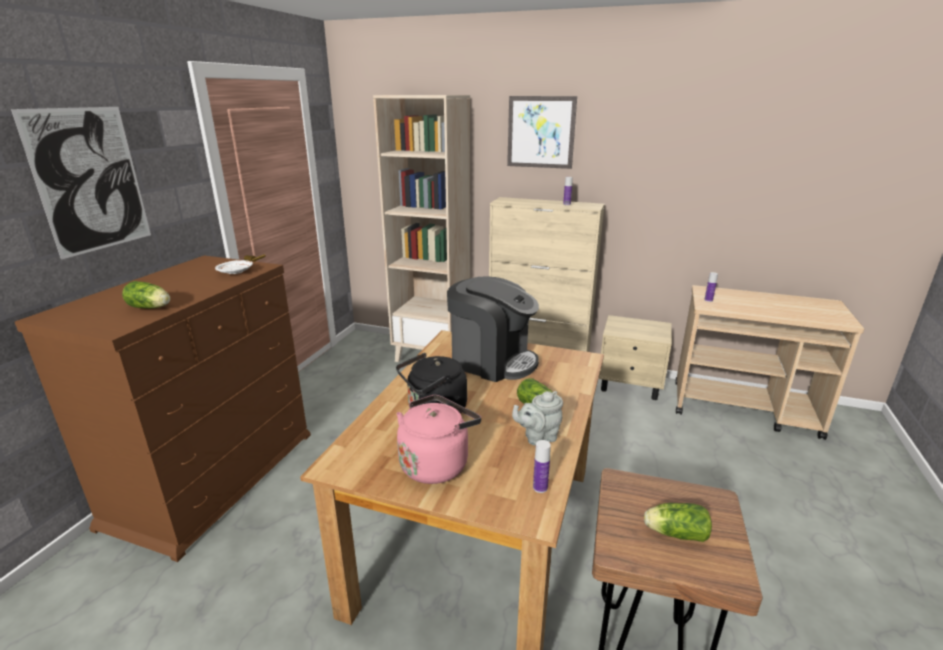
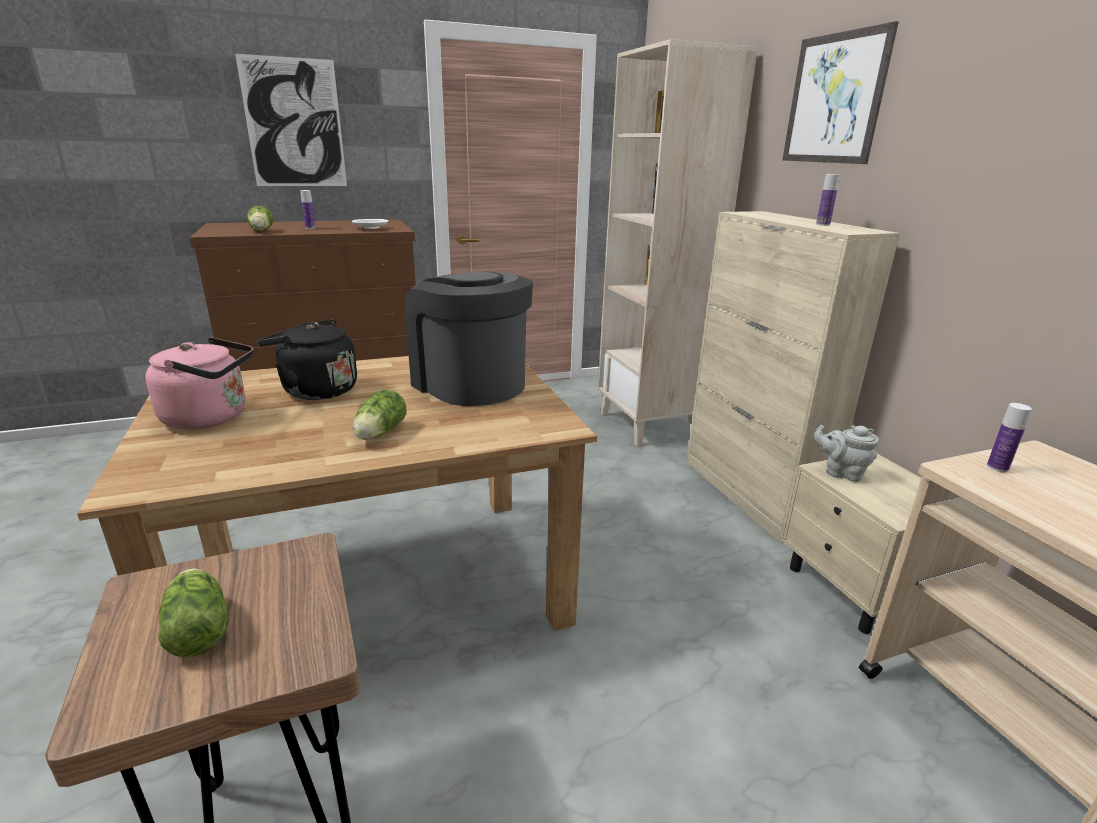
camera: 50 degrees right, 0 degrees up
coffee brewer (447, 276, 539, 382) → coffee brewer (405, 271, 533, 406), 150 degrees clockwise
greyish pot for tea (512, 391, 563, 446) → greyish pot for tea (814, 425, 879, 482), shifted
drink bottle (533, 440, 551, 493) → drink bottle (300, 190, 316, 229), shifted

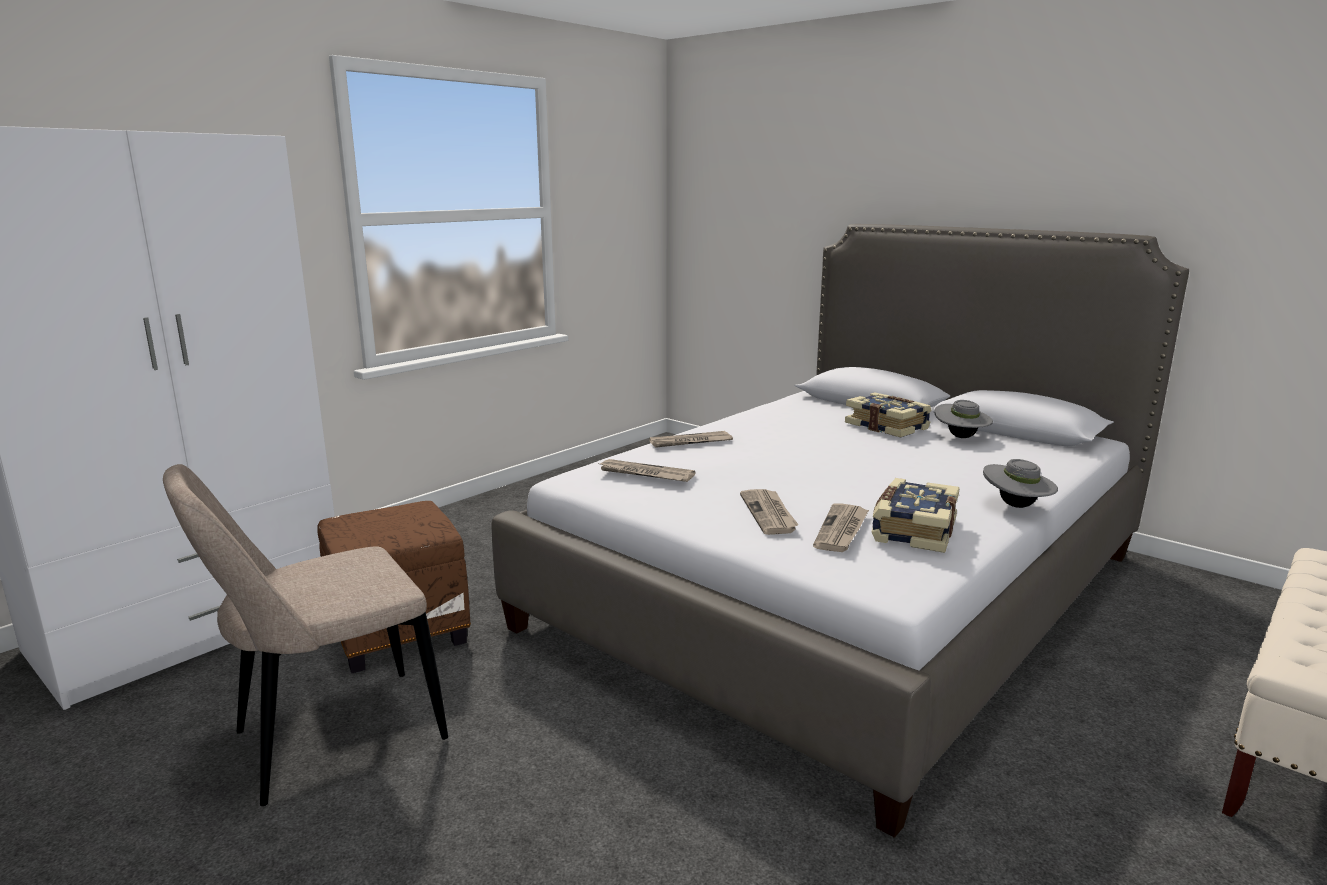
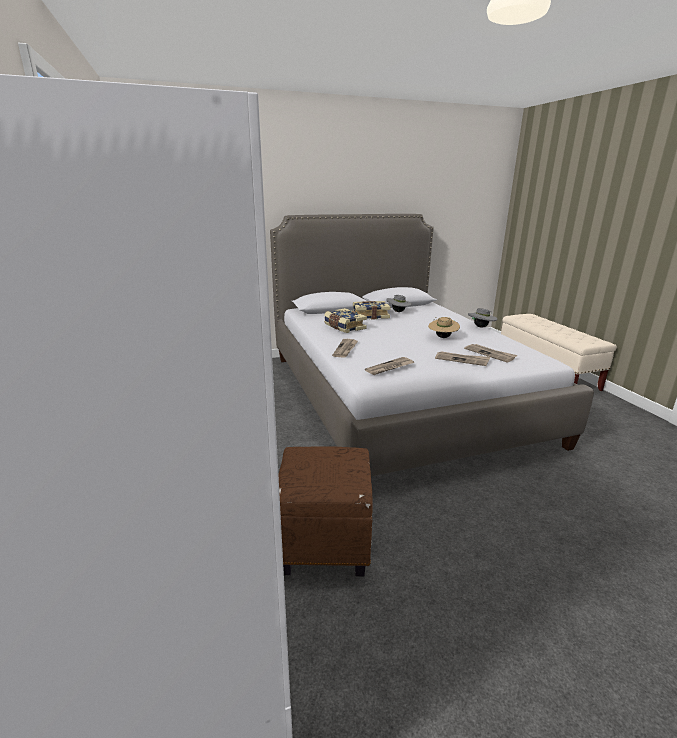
camera: 60 degrees left, 5 degrees up
sand-coloured upright chair (163, 464, 448, 806) → -
volume (871, 478, 960, 553) → volume (324, 308, 367, 333), shifted
- → sand-coloured clothing hat (428, 317, 460, 338)

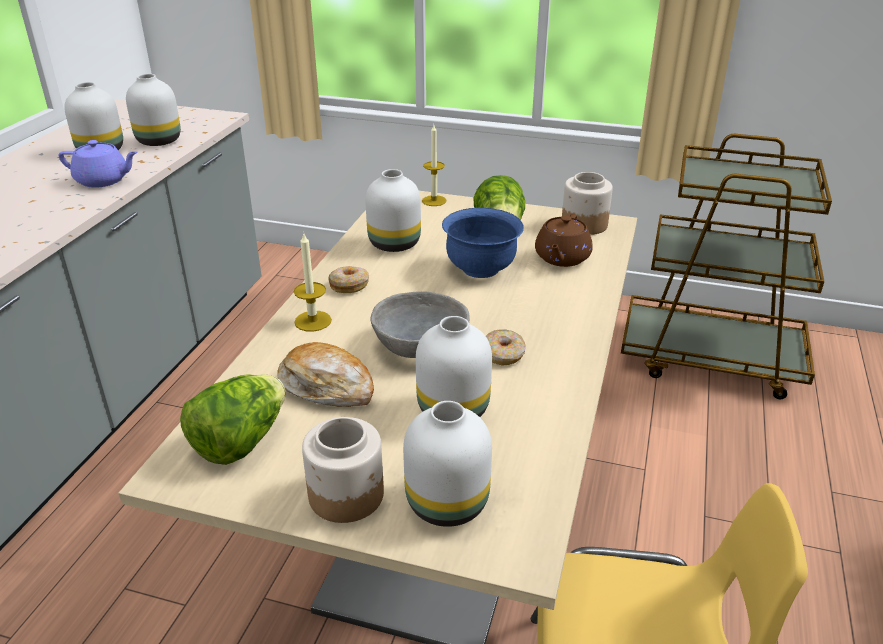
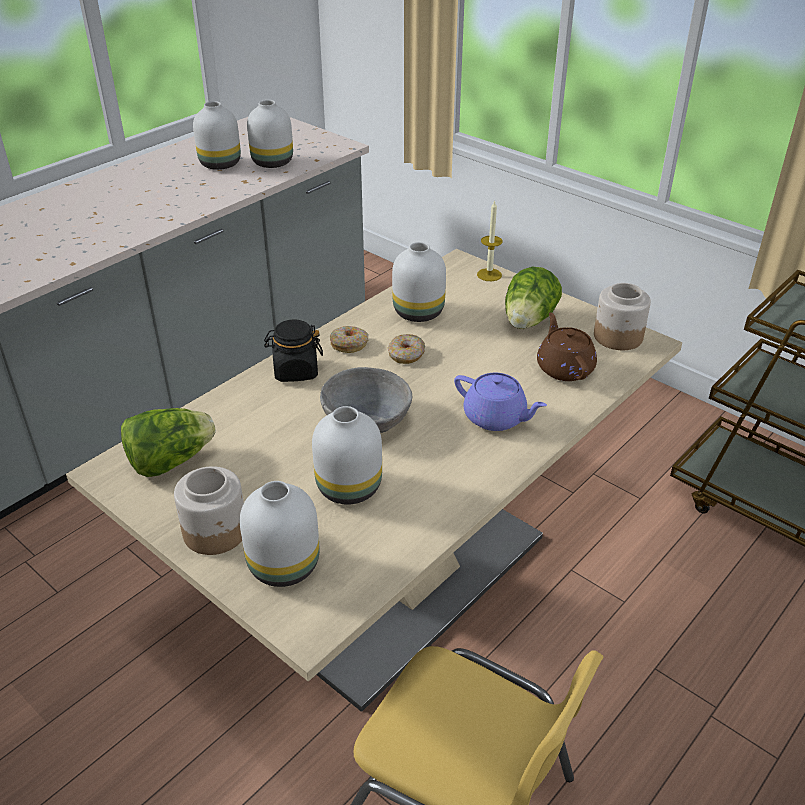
camera: 25 degrees right, 5 degrees up
purple pot for tea (58, 140, 138, 188) → purple pot for tea (454, 373, 547, 431), shifted
blue serving bowl (442, 208, 524, 278) → -
brown pot for tea (535, 214, 593, 267) → brown pot for tea (537, 312, 597, 381), 120 degrees clockwise
wax candle (294, 234, 332, 332) → black-coloured preserve jar (264, 319, 323, 382)
donut (486, 330, 526, 366) → donut (388, 334, 425, 364), shifted
bread (278, 342, 374, 407) → -

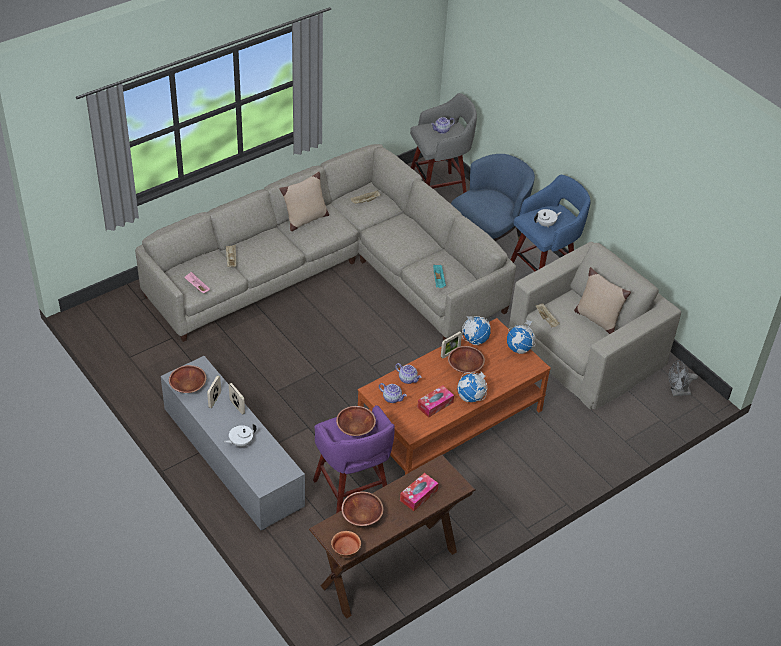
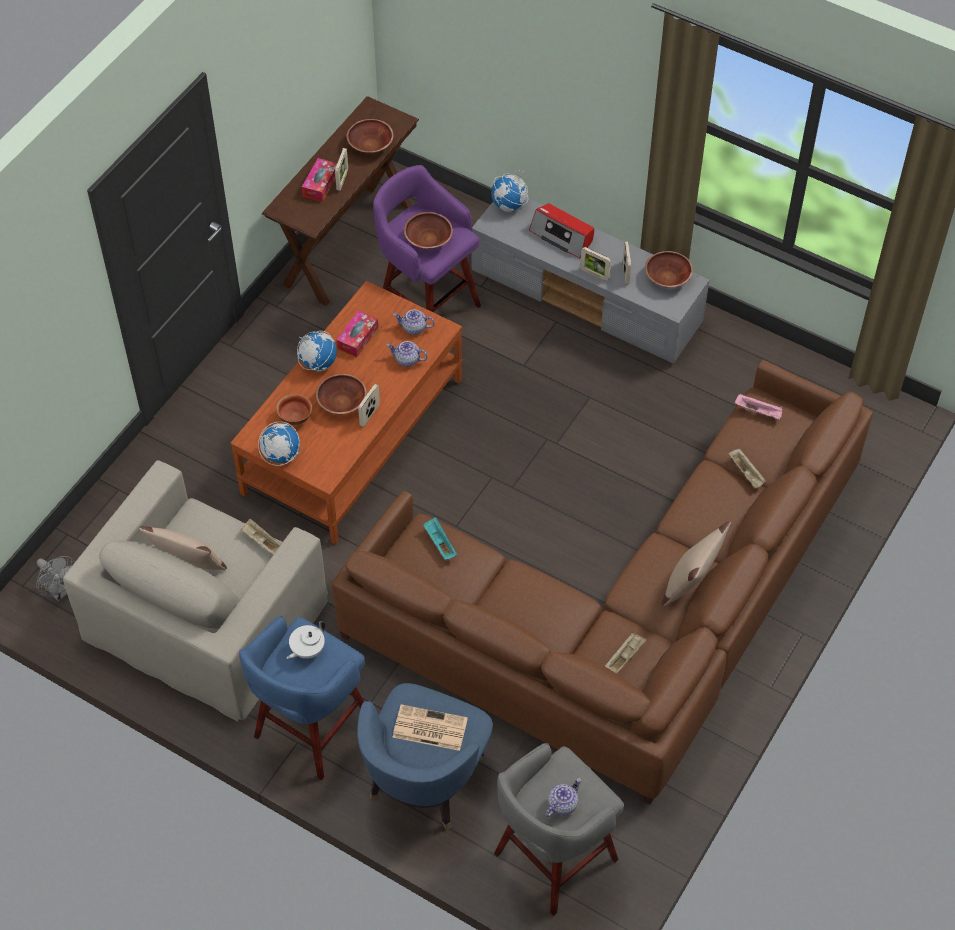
camera: 160 degrees right, 10 degrees up
greyish couch (135, 144, 516, 342) → brown couch (332, 360, 873, 805)
globe (462, 316, 491, 345) → globe (491, 169, 528, 212), shifted
greyish fan (669, 360, 698, 396) → greyish fan (36, 556, 75, 602), 75 degrees clockwise
whitish pot for tea (224, 424, 256, 447) → radio (529, 203, 594, 258)
serving bowl (331, 531, 361, 558) → serving bowl (276, 394, 312, 425), shifted
- → picture frame (335, 148, 348, 191)
- → daily paper (393, 704, 468, 751)

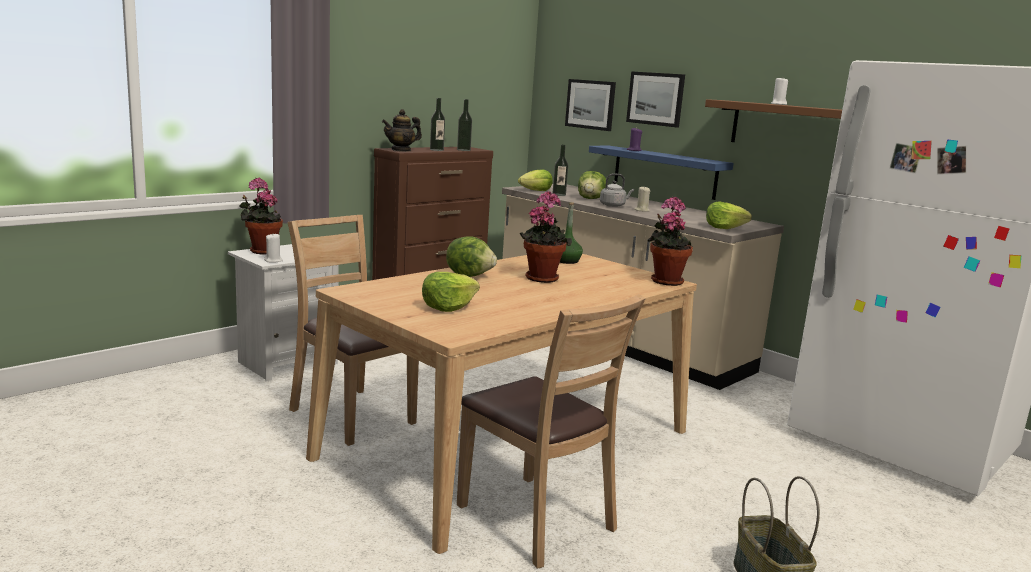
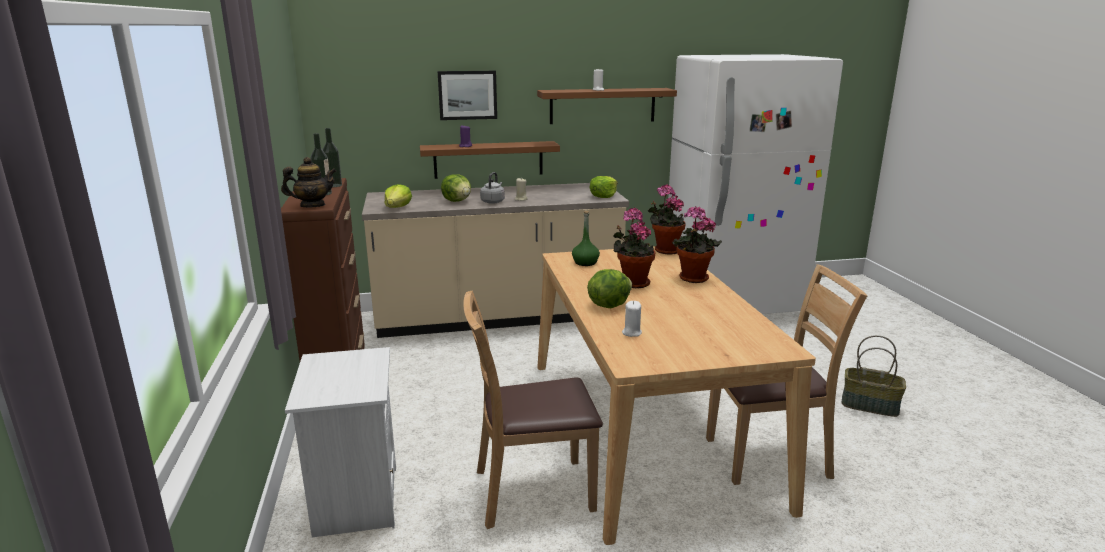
camera: 55 degrees left, 5 degrees up
wall art (565, 79, 616, 131) → -
pot for tea (382, 109, 422, 152) → pot for tea (281, 157, 337, 208), 105 degrees counterclockwise
drink bottle (552, 145, 568, 196) → -
blue shelf (589, 145, 733, 200) → brown shelf (420, 141, 560, 179)
houseplant (239, 178, 283, 255) → houseplant (672, 206, 722, 283), shifted
whitish wax candle (264, 234, 283, 263) → whitish wax candle (622, 301, 642, 337), shifted
head of lettuce (422, 272, 480, 312) → -

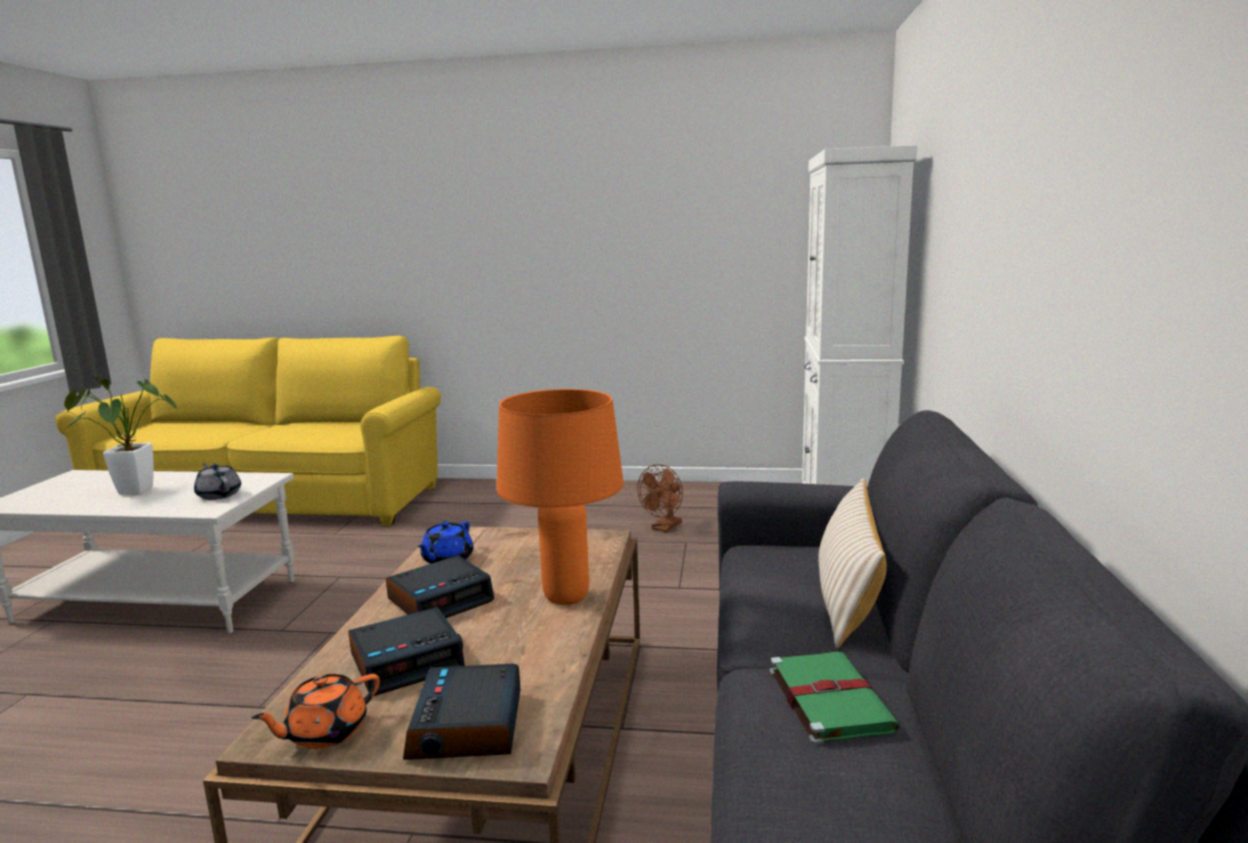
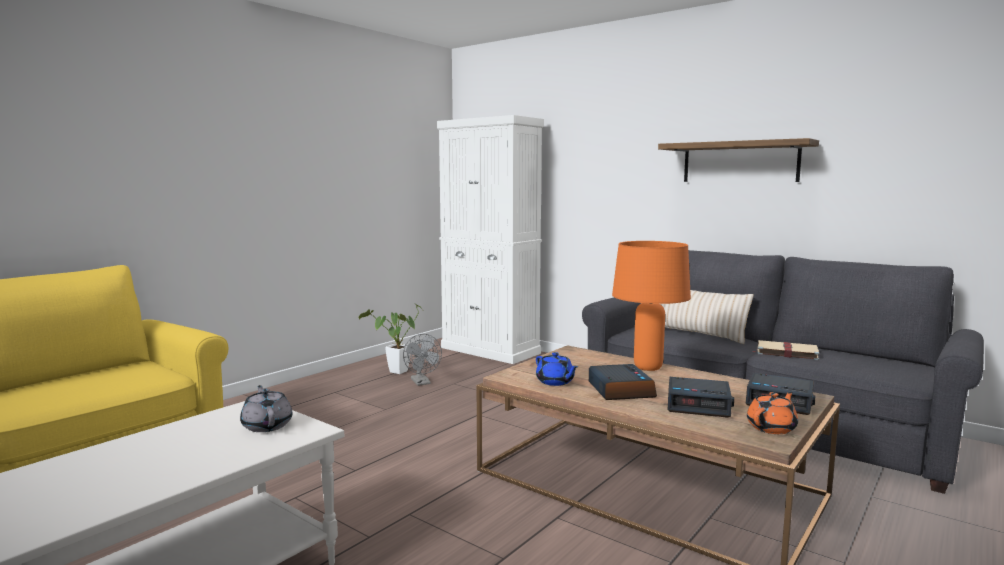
camera: 60 degrees left, 5 degrees down
houseplant (64, 376, 177, 495) → houseplant (359, 304, 423, 374), shifted
greyish pot for tea (194, 463, 241, 500) → greyish pot for tea (240, 385, 293, 432), 75 degrees clockwise
brown fan (637, 464, 683, 532) → greyish fan (403, 334, 442, 386)
alarm clock (348, 607, 465, 696) → alarm clock (668, 377, 734, 418), 105 degrees clockwise
greenish volume (770, 652, 900, 745) → sand-coloured volume (753, 340, 820, 360)
orangey pot for tea (252, 674, 380, 749) → orangey pot for tea (747, 392, 798, 434), 120 degrees counterclockwise
- → shelf (658, 138, 819, 182)

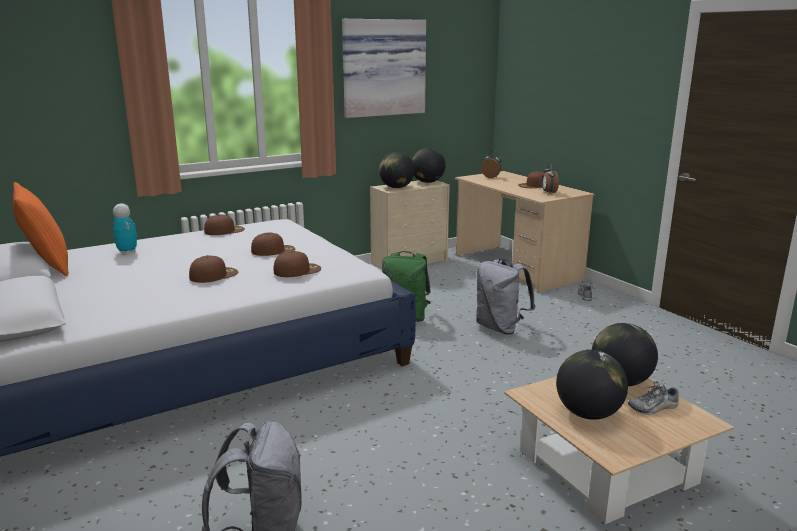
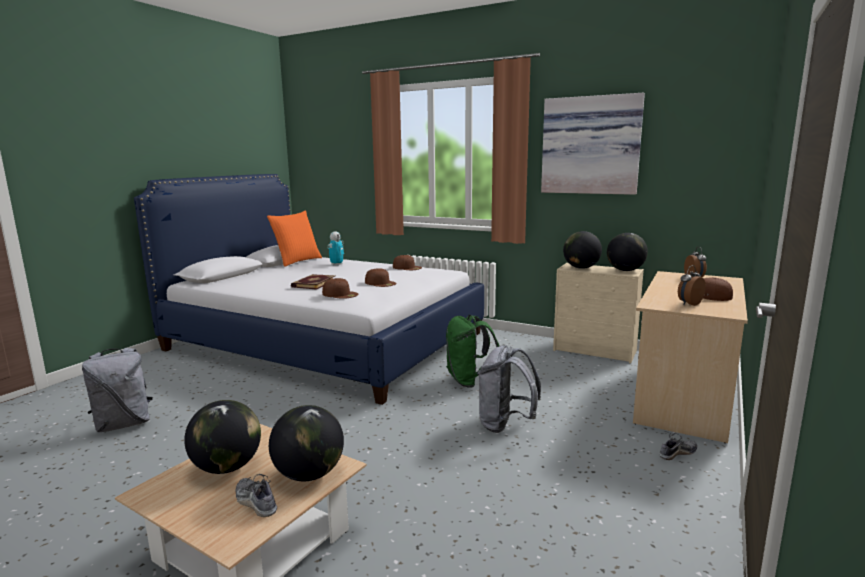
camera: 60 degrees right, 5 degrees down
brown peaked cap (189, 255, 238, 283) → volume (291, 274, 336, 290)

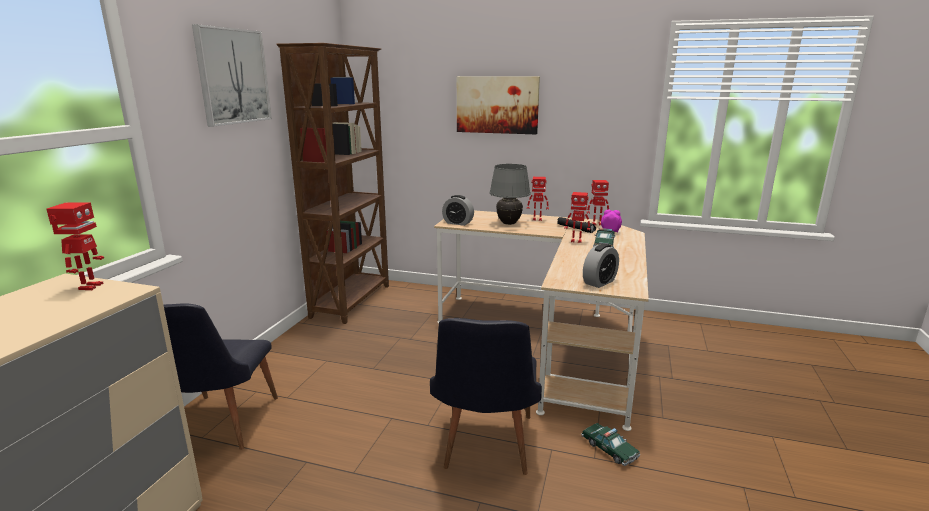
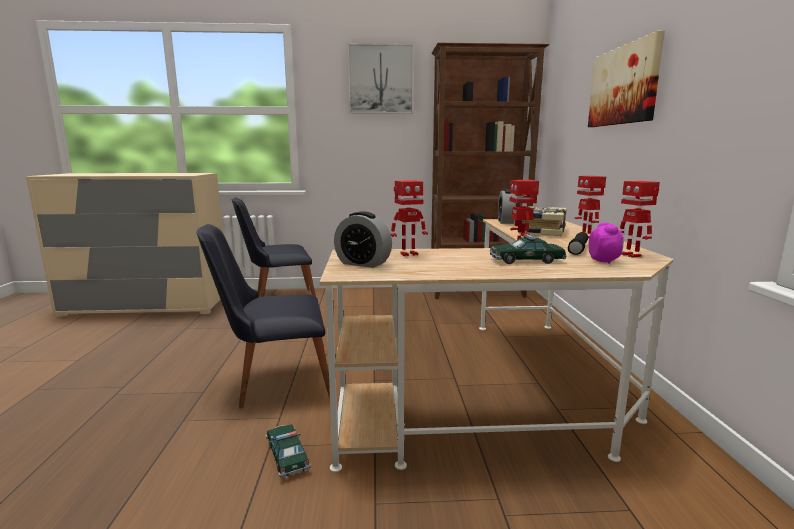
camera: 70 degrees right, 5 degrees down
greyish lamp for a table (489, 164, 531, 225) → volume (517, 206, 567, 236)
model robot (46, 203, 104, 290) → model robot (391, 180, 428, 256), shifted
miniature car (581, 423, 640, 466) → miniature car (265, 424, 311, 479), 120 degrees clockwise

